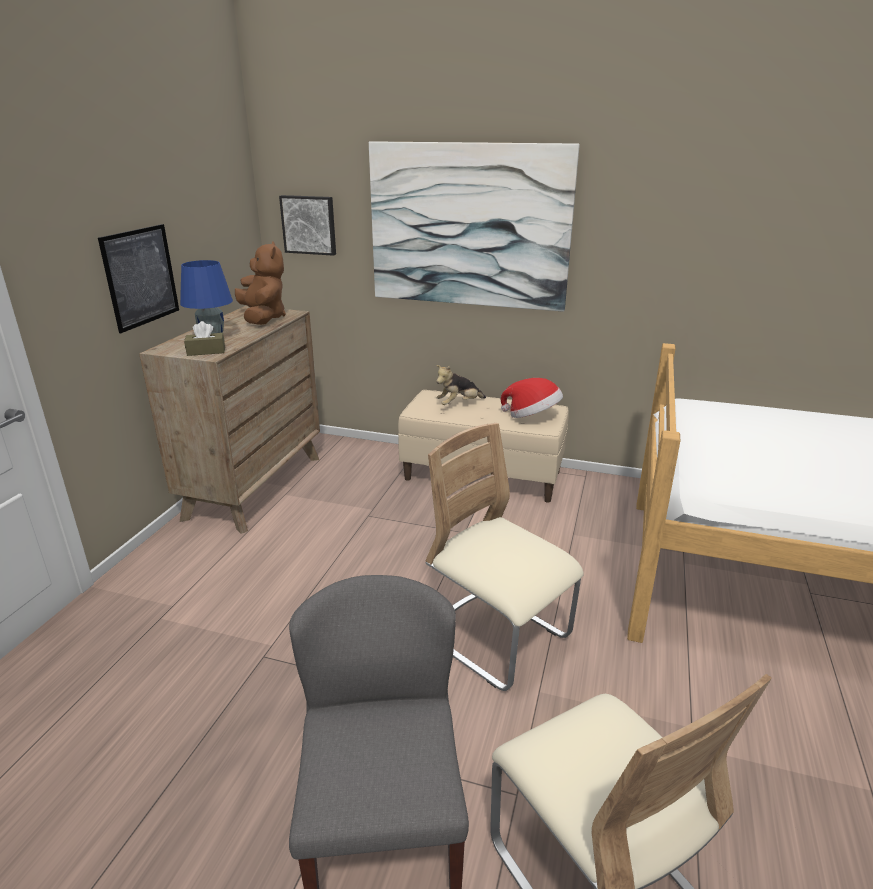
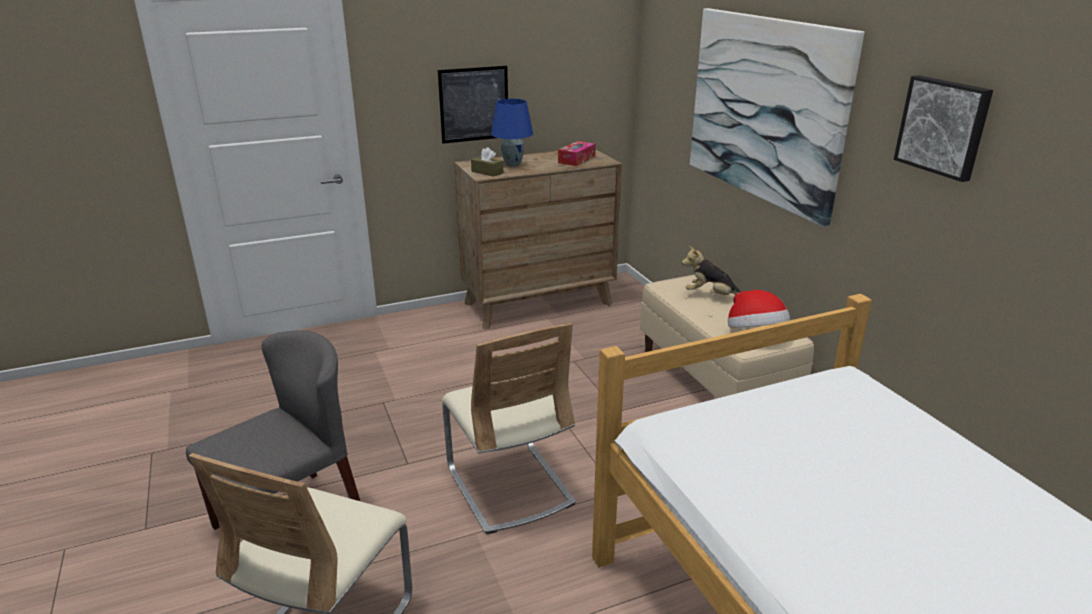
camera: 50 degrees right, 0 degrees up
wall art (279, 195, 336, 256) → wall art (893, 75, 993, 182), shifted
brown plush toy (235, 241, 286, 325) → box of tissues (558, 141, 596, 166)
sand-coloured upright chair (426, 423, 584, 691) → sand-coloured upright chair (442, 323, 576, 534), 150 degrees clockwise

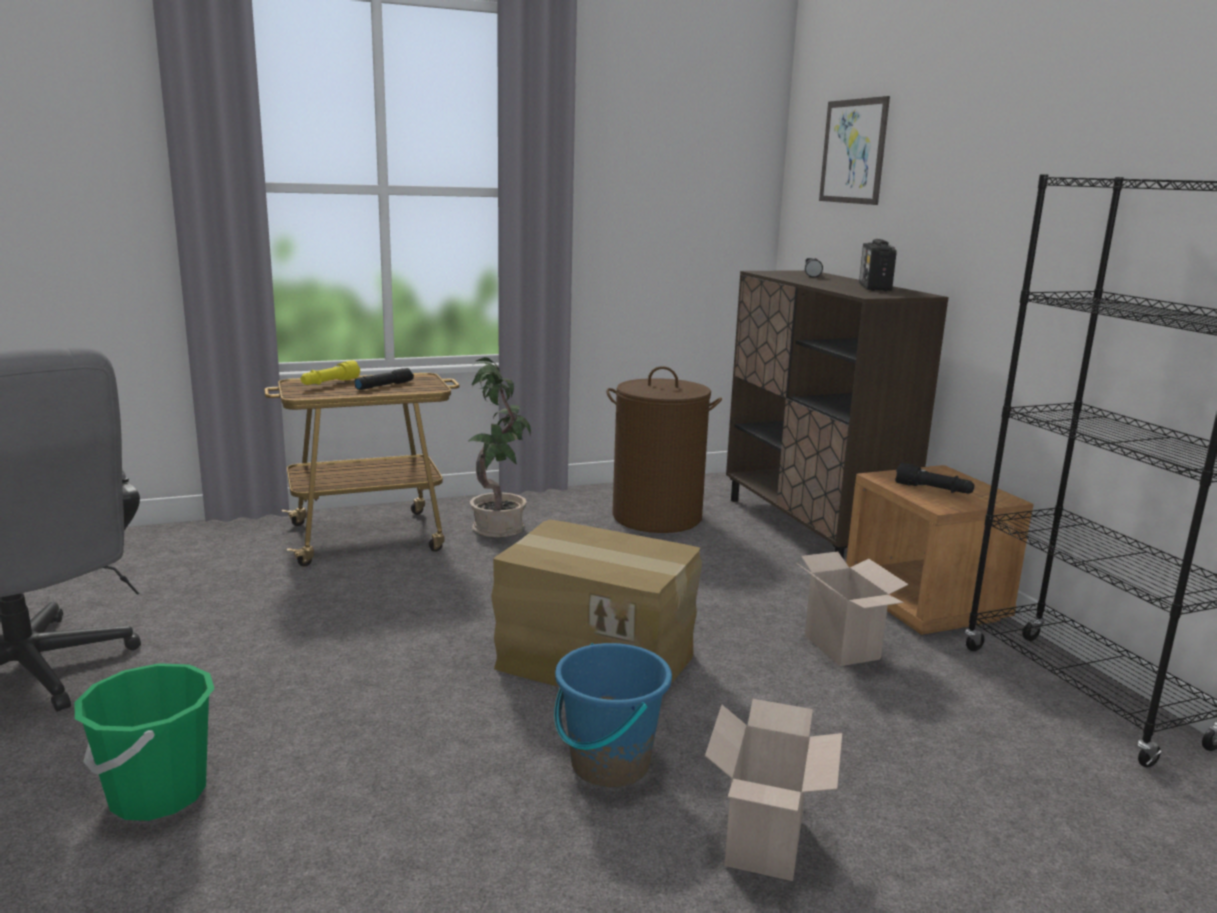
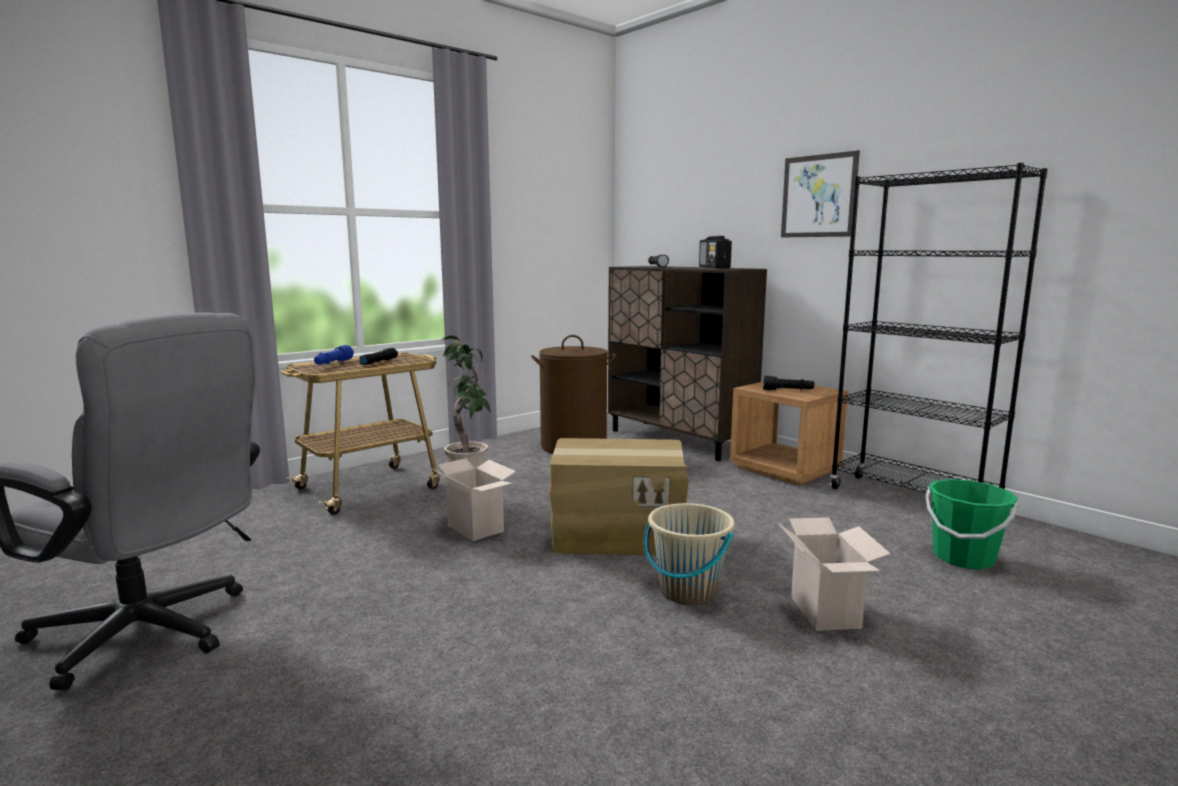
camera: 20 degrees left, 5 degrees down
wall art (819, 96, 890, 205) → wall art (781, 150, 860, 237), shifted
yellowish flashlight (301, 360, 360, 385) → blue flashlight (314, 345, 354, 365)
packing box (797, 551, 908, 666) → packing box (433, 458, 516, 541), shifted
blue pail (554, 643, 672, 787) → sand-coloured pail (644, 503, 735, 605)
greenish pail (74, 663, 215, 821) → greenish pail (925, 479, 1018, 569), shifted

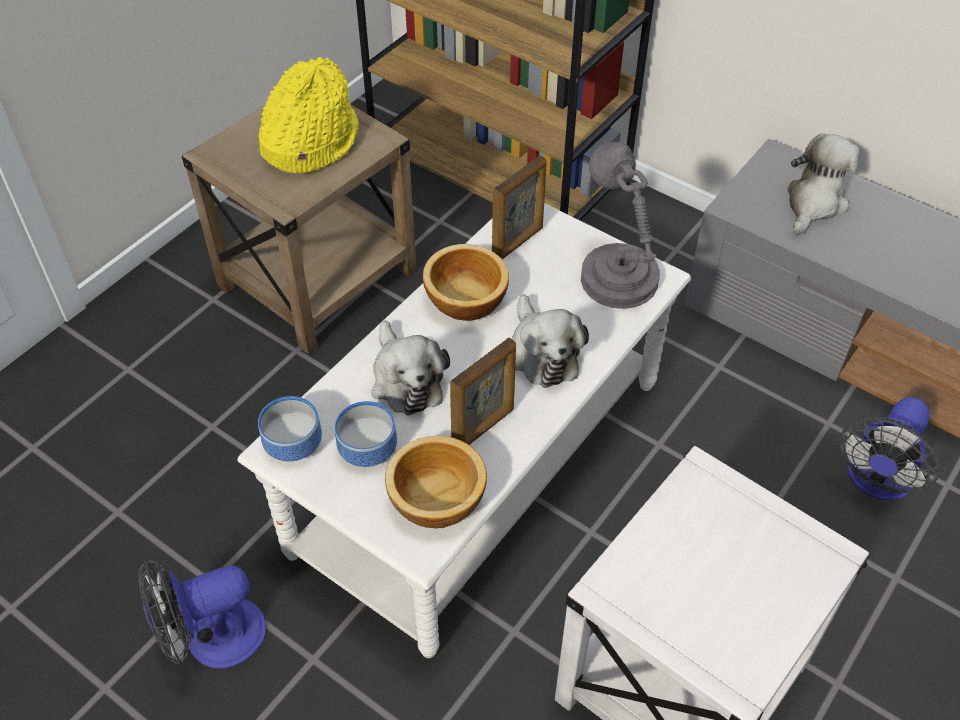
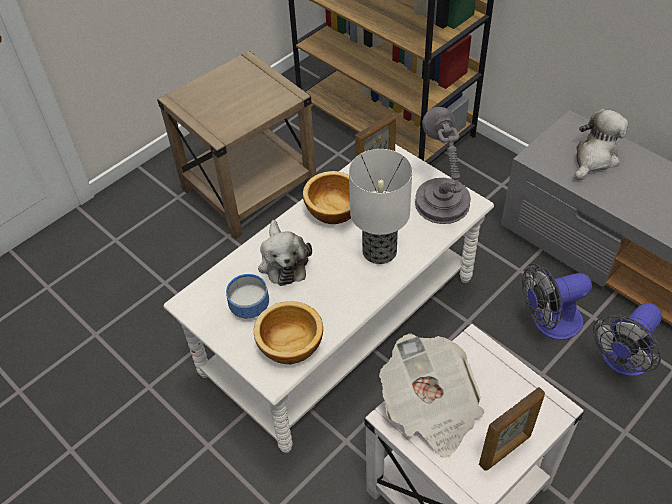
camera: 10 degrees right, 0 degrees up
yellowish clothing hat (259, 57, 359, 173) → -
plush toy (512, 294, 589, 388) → lamp for a table (349, 149, 412, 264)
picture frame (450, 338, 516, 445) → picture frame (479, 387, 545, 470), shifted
serving bowl (258, 396, 322, 461) → -
fan (138, 559, 266, 669) → fan (522, 263, 592, 340), shifted
- → daily paper (379, 333, 485, 458)

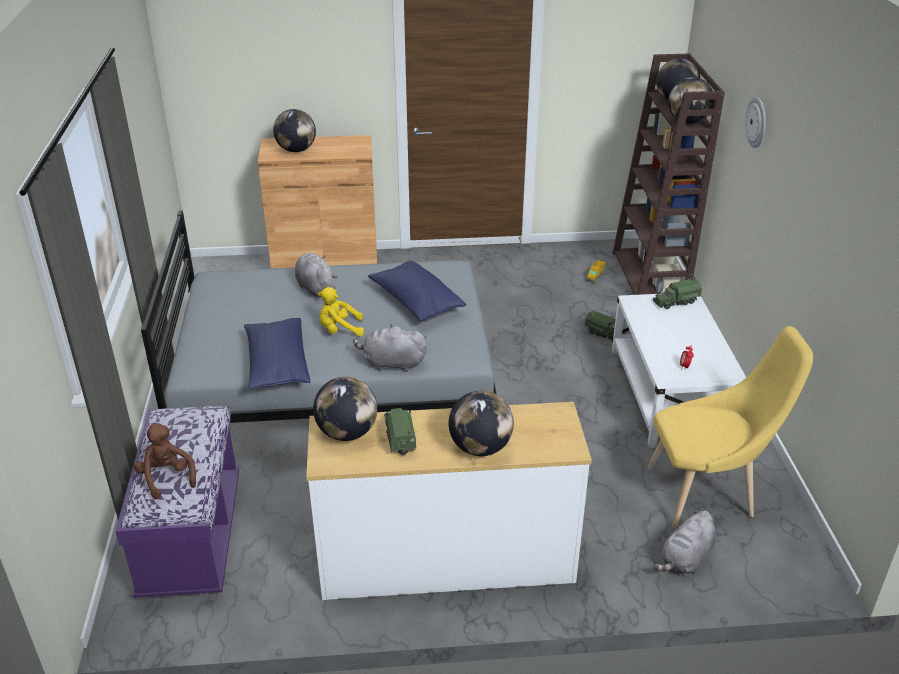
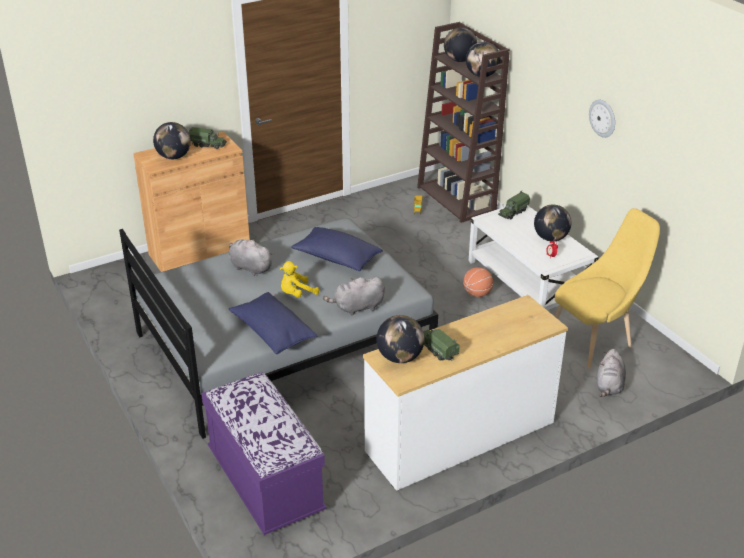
camera: 25 degrees left, 0 degrees up
clock on the wall (745, 97, 766, 148) → clock on the wall (589, 100, 615, 138), shifted
toy truck (585, 310, 626, 342) → toy truck (189, 127, 227, 149), shifted
globe (449, 391, 514, 456) → globe (534, 205, 571, 241), shifted
brown plush toy (134, 423, 196, 500) → -
- → ball for basketball (463, 267, 493, 297)

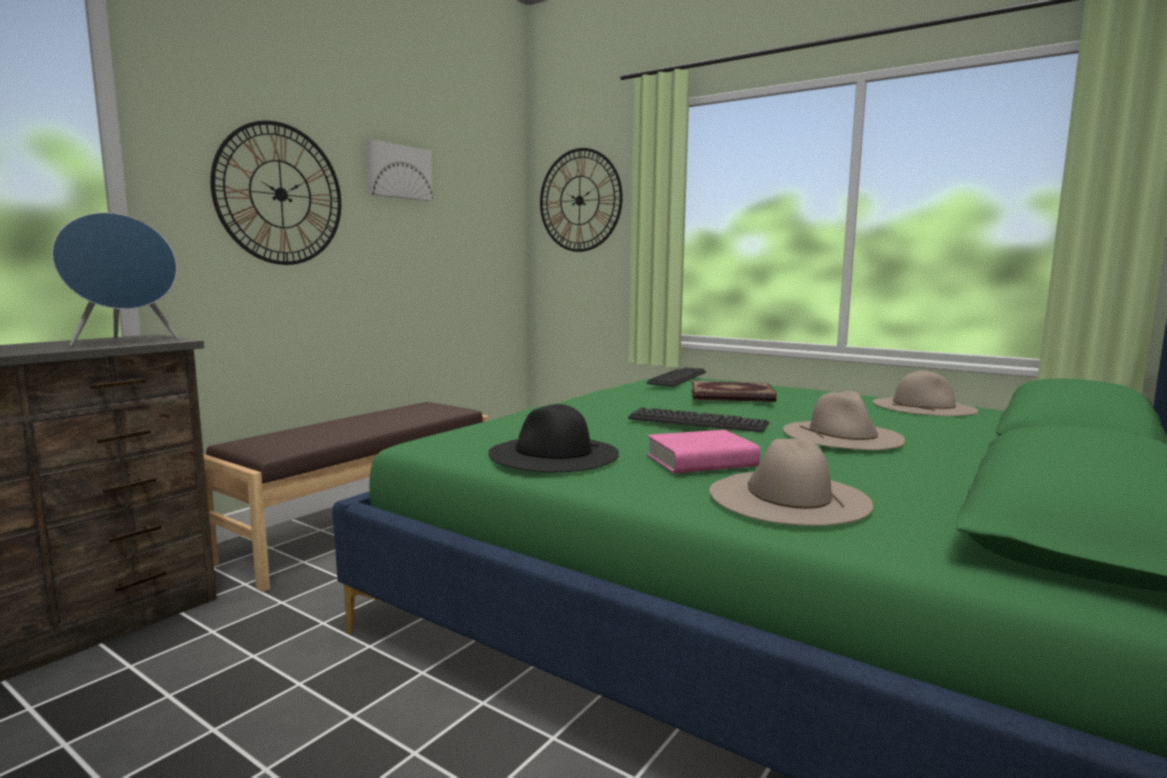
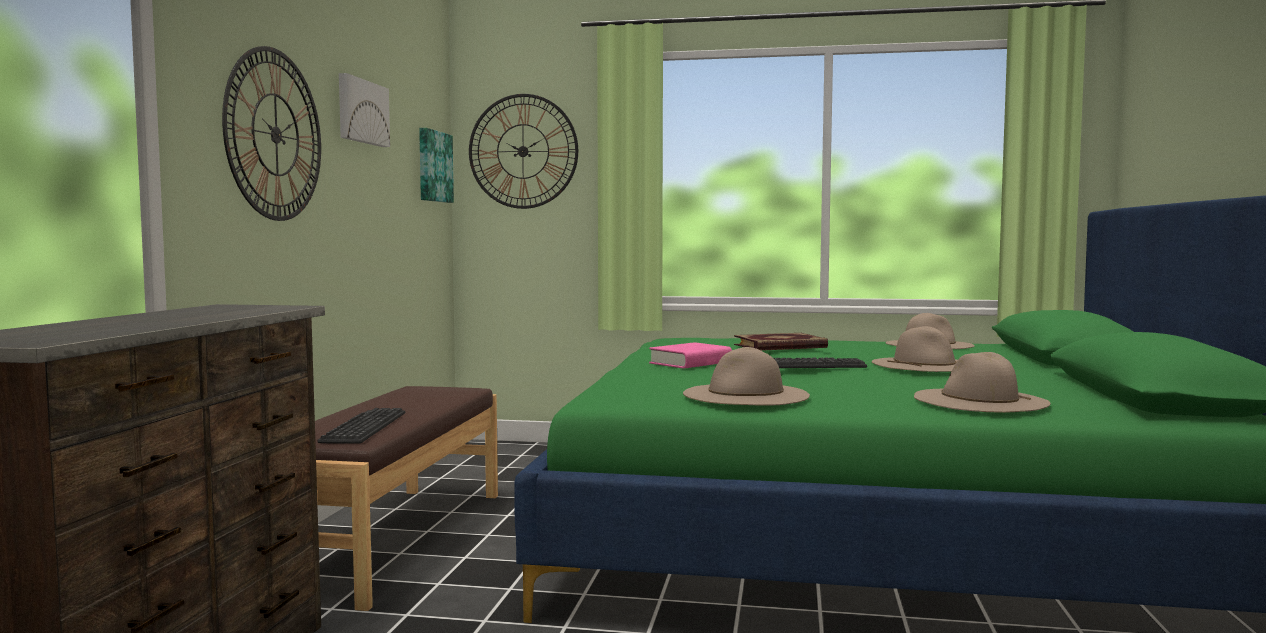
camera: 25 degrees left, 5 degrees down
blue speaker (52, 213, 180, 347) → -
keyboard (646, 367, 706, 386) → keyboard (317, 408, 405, 444), shifted
black-coloured clothing hat (488, 404, 619, 472) → sand-coloured clothing hat (683, 347, 810, 405)
pink volume (647, 430, 760, 473) → pink volume (649, 342, 732, 369), shifted
- → wall art (419, 128, 454, 203)

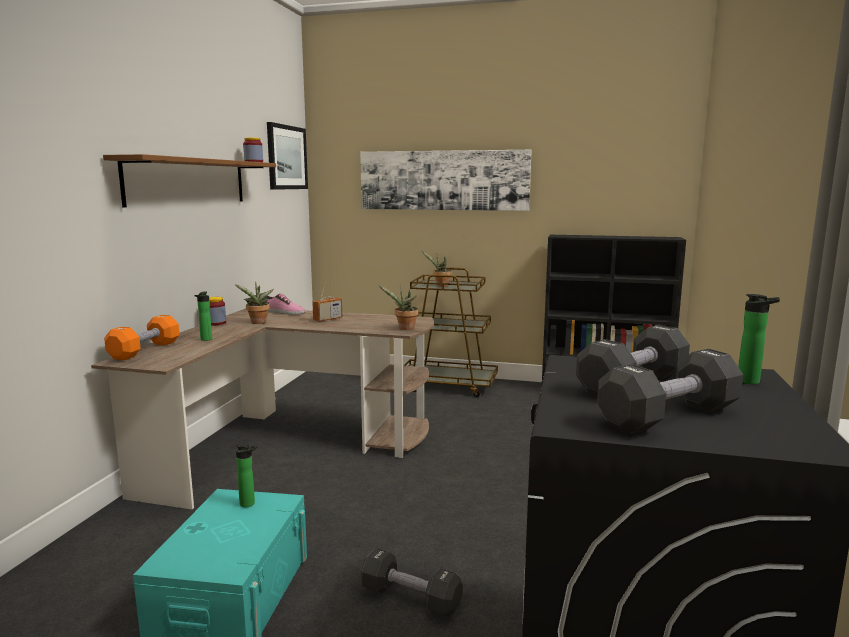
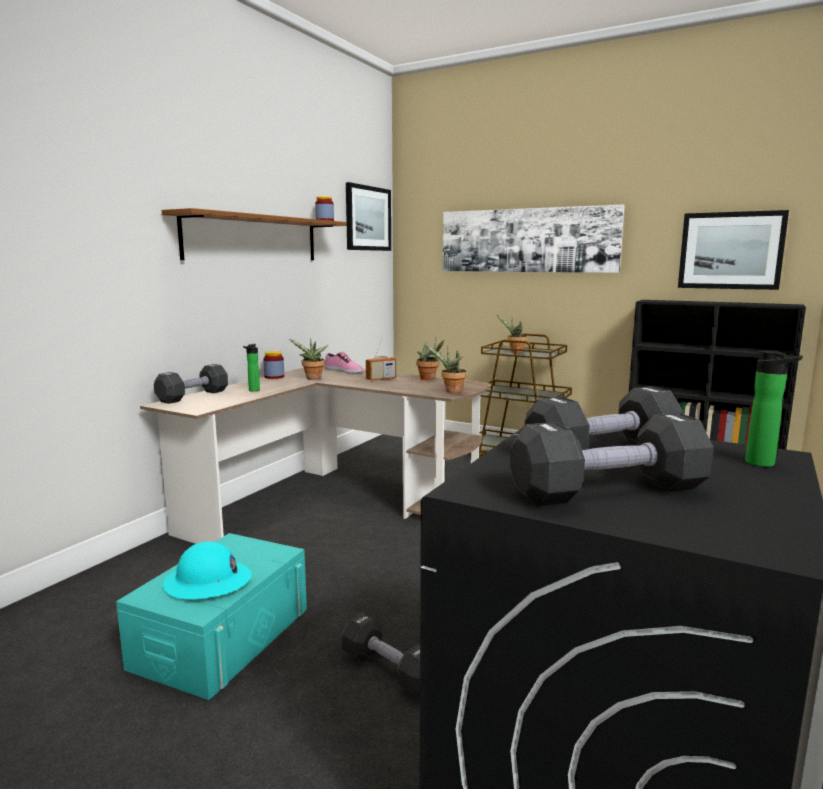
camera: 15 degrees right, 0 degrees up
orangey hand weight (104, 315, 180, 360) → black-coloured hand weight (154, 364, 228, 404)
drink bottle (236, 443, 258, 507) → -
- → wall art (678, 210, 789, 290)
- → houseplant (416, 338, 444, 380)
- → turquoise-coloured hard hat (162, 541, 251, 600)

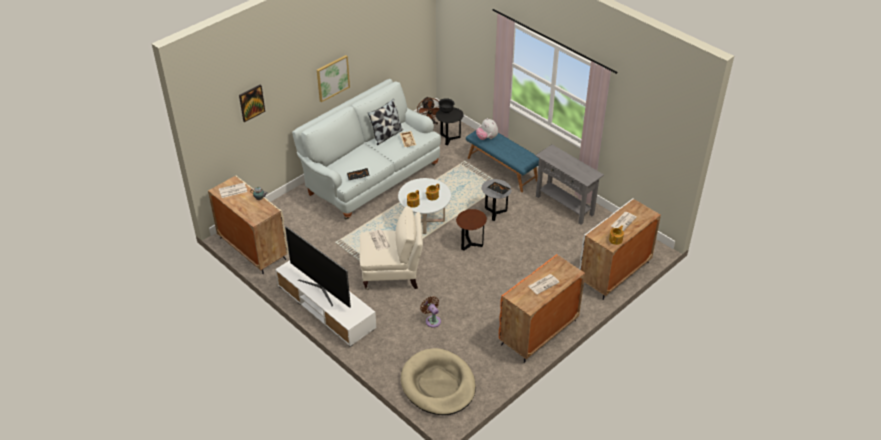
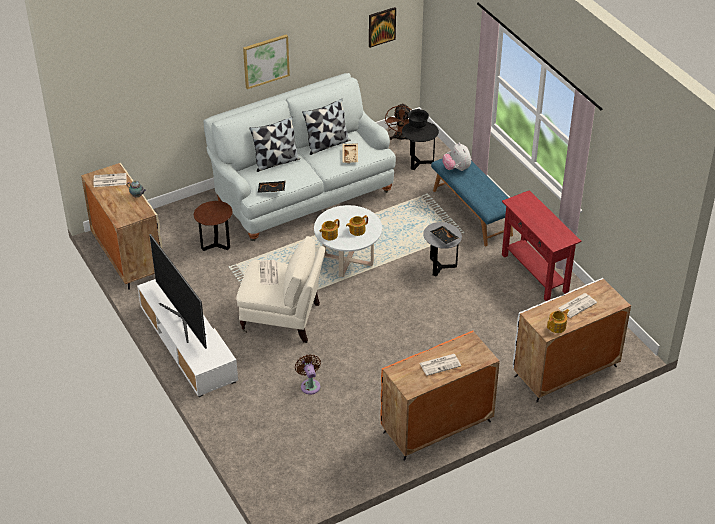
camera: 15 degrees right, 0 degrees up
wall art (239, 85, 265, 122) → wall art (369, 7, 396, 48), shifted
greyish console table (535, 145, 604, 224) → red-coloured console table (502, 190, 581, 301)
brown accent table (456, 209, 487, 251) → brown accent table (194, 201, 233, 251), shifted
sand-coloured dog cushion (401, 348, 476, 415) → -
- → pillow (249, 117, 300, 172)

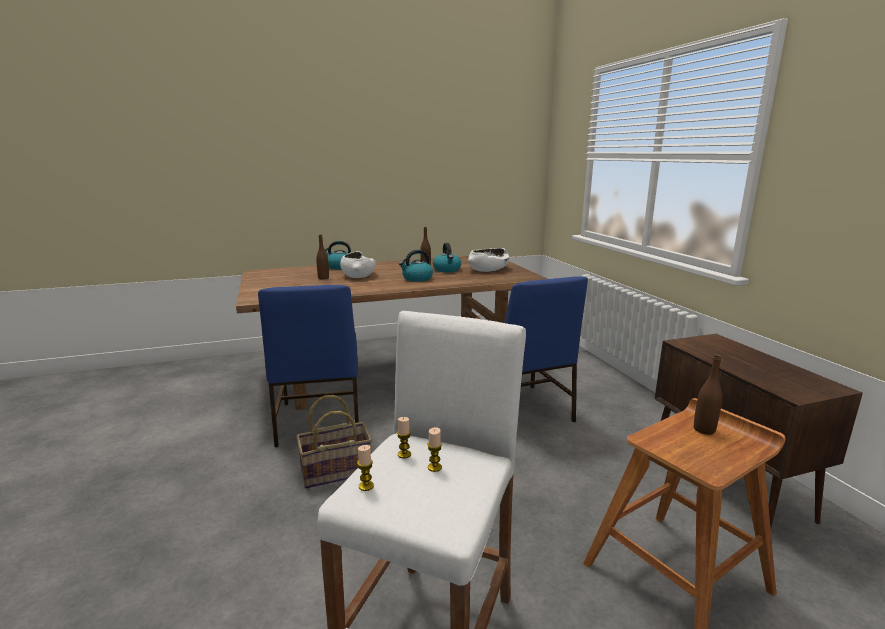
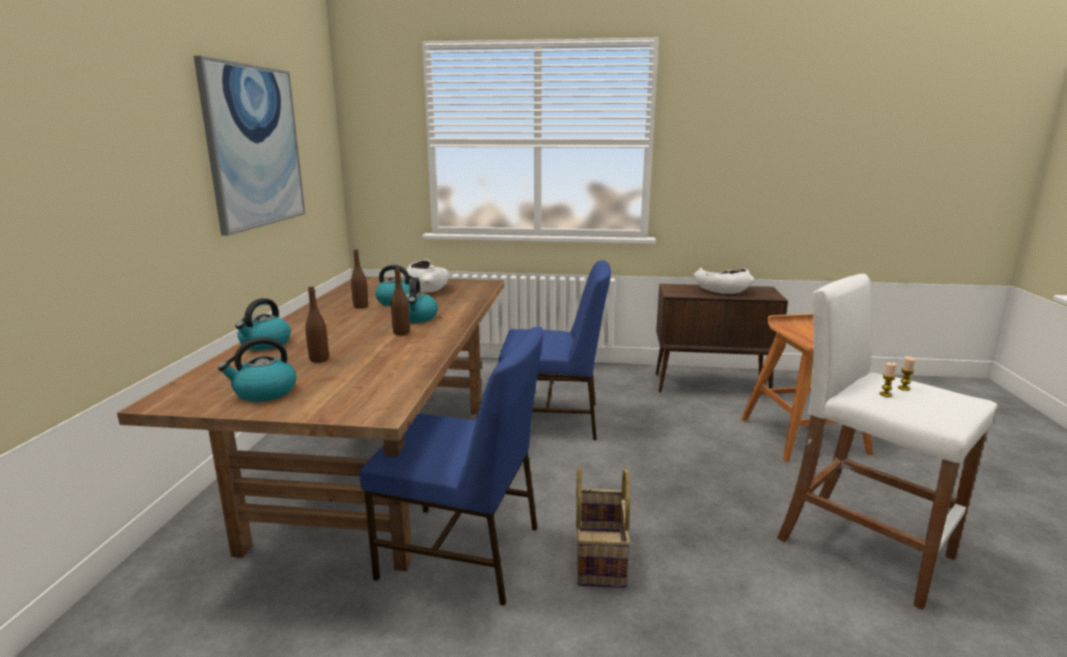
camera: 65 degrees left, 0 degrees up
whitish serving bowl (340, 251, 376, 278) → whitish serving bowl (693, 268, 754, 294), shifted
brown drink bottle (694, 354, 722, 435) → brown drink bottle (391, 268, 410, 335), shifted
wax candle (357, 445, 374, 491) → -
- → wall art (194, 56, 305, 236)
- → tea kettle (218, 337, 296, 402)

